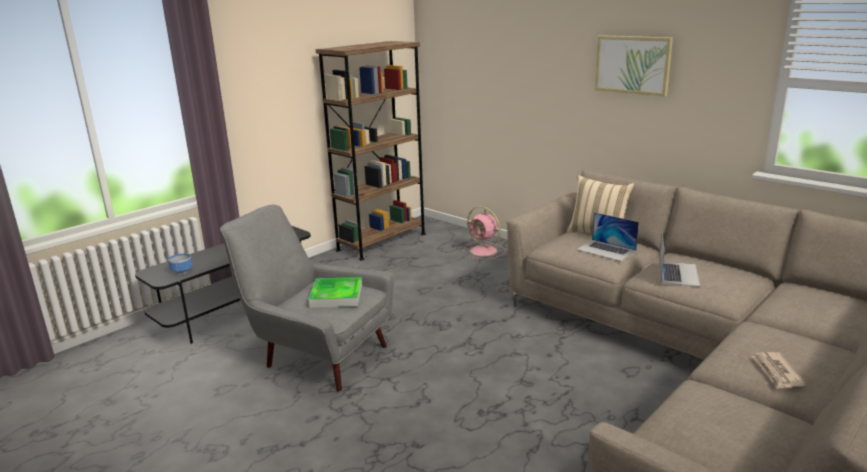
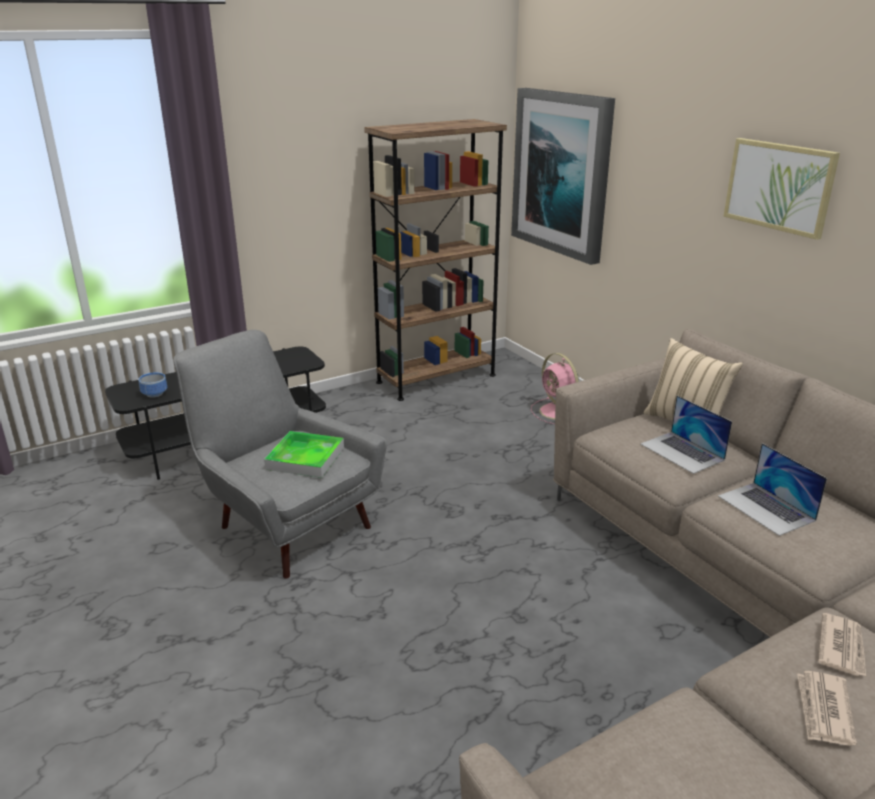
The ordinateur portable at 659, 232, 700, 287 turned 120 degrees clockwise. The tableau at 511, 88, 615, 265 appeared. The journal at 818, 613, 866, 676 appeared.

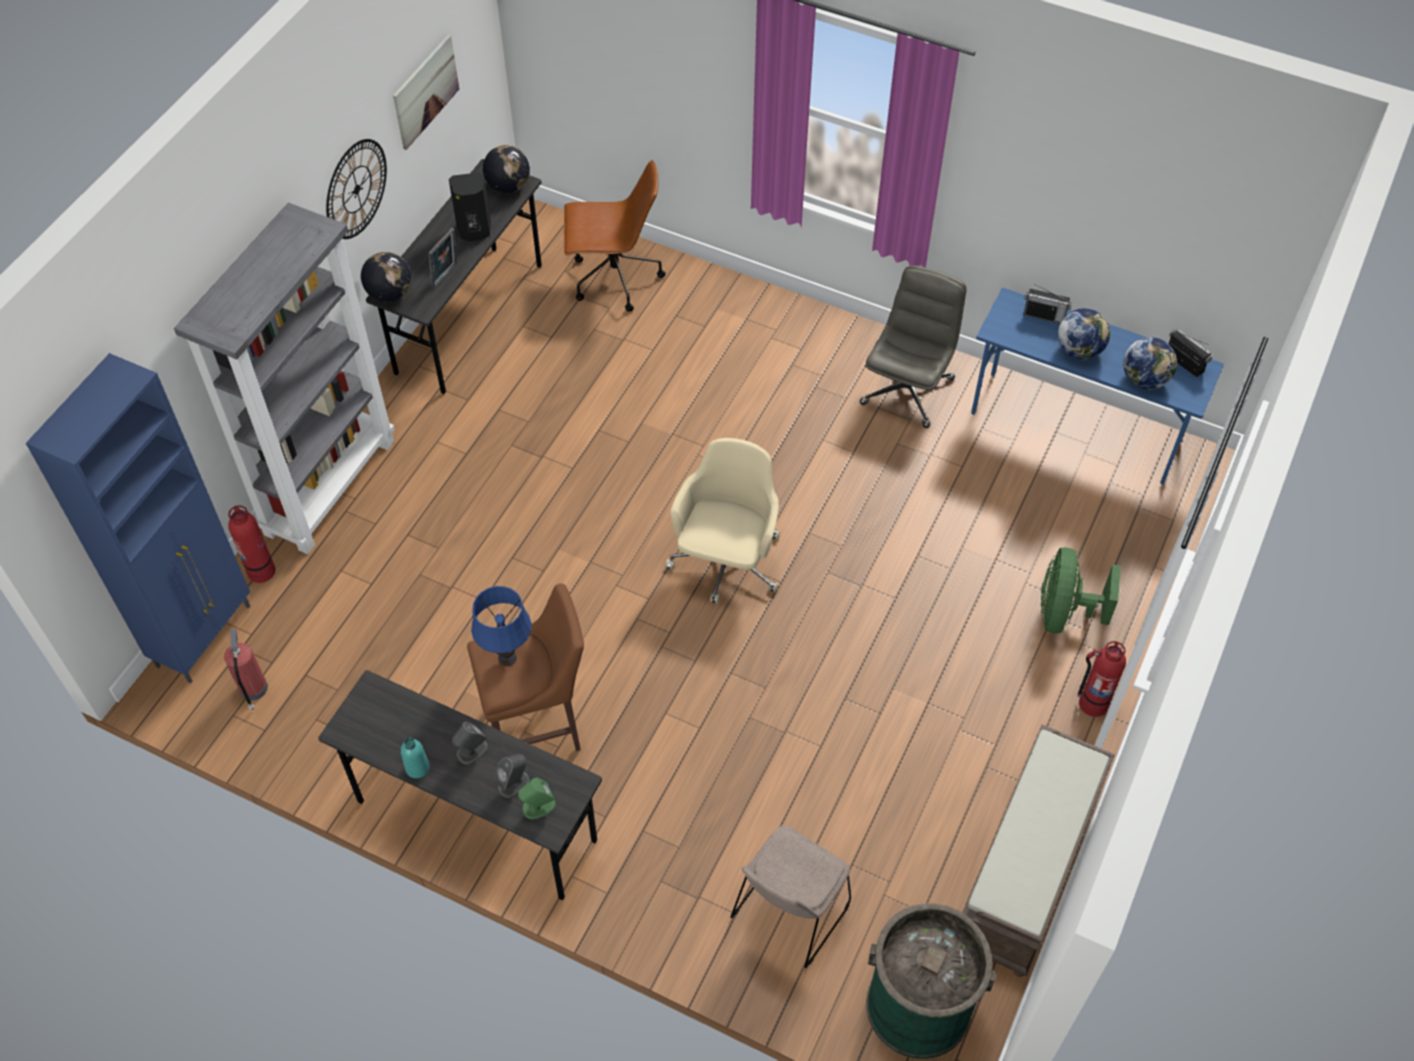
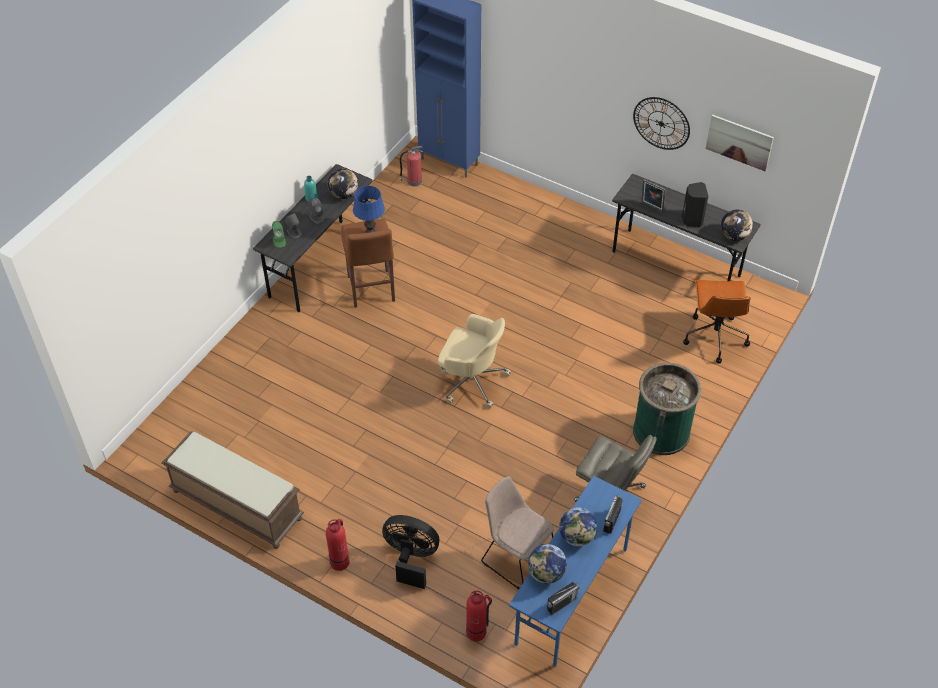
The bibliothèque (gris) at 174, 203, 395, 554 disappeared. The extincteur moved from 228, 506, 276, 583 to 466, 590, 492, 641. The globe moved from 361, 252, 411, 302 to 328, 169, 358, 199. The chaise (beige) moved from 730, 825, 851, 968 to 481, 476, 554, 590. The poubelle (vert) moved from 866, 903, 996, 1059 to 633, 363, 702, 455. The ventilateur (vert) at 1041, 548, 1121, 634 became the ventilateur (noir) at 382, 515, 439, 589.

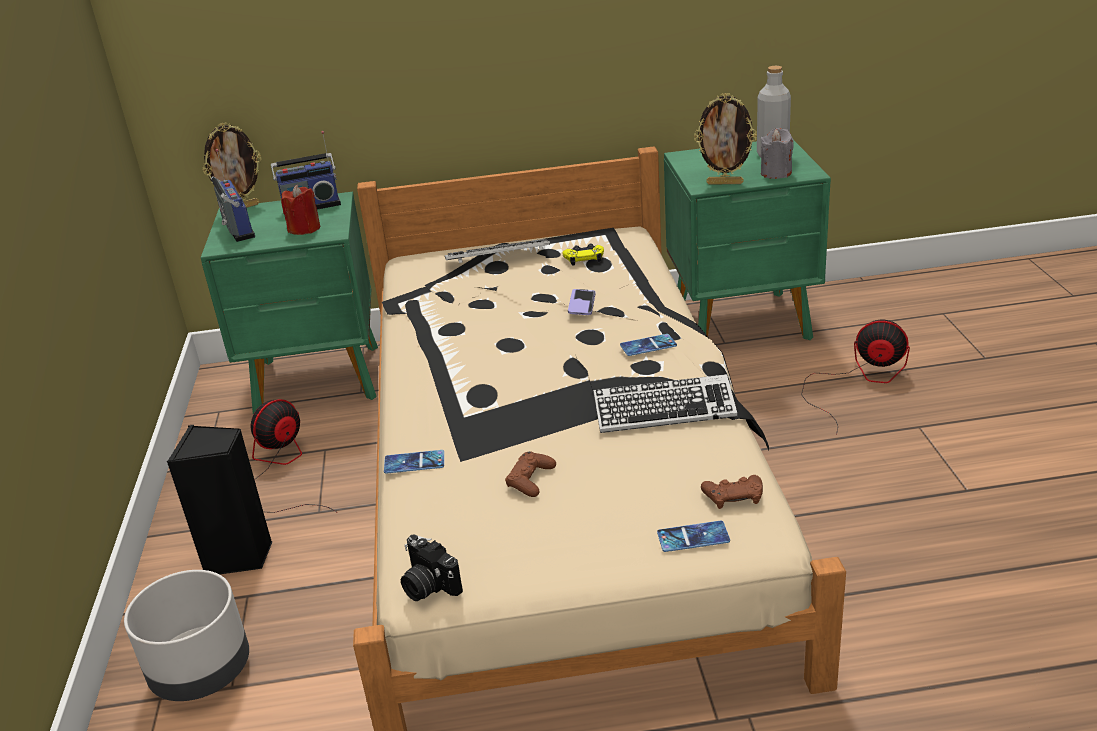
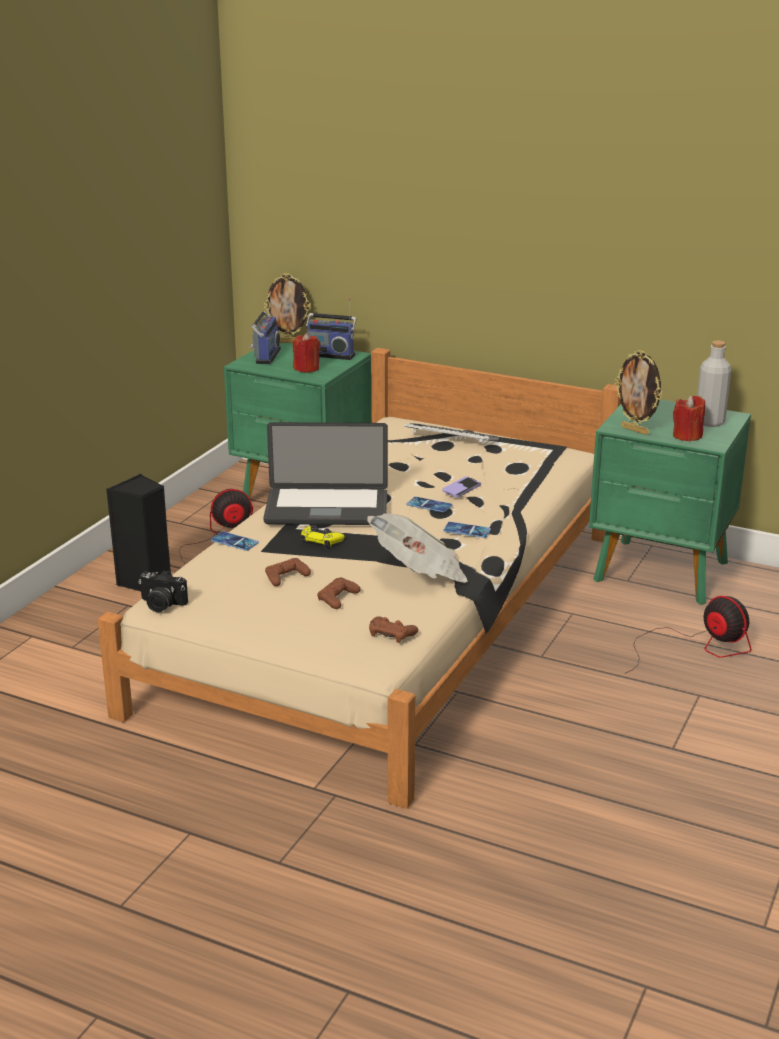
The cache-pot (gris) at 124, 570, 249, 701 disappeared. The appareil photo at 401, 534, 463, 601 turned 60 degrees counterclockwise. The manette (jaune) moved from 562, 243, 604, 266 to 301, 525, 345, 549. The clavier at 593, 374, 737, 433 was replaced by the journal at 367, 513, 468, 583. The téléphone moved from 657, 520, 730, 552 to 406, 497, 453, 513. The bougie (gris) at 761, 128, 794, 179 became the bougie (rouge) at 673, 396, 705, 442. The ordinateur portable at 263, 422, 388, 525 appeared. The manette (marron) at 317, 577, 360, 609 appeared.

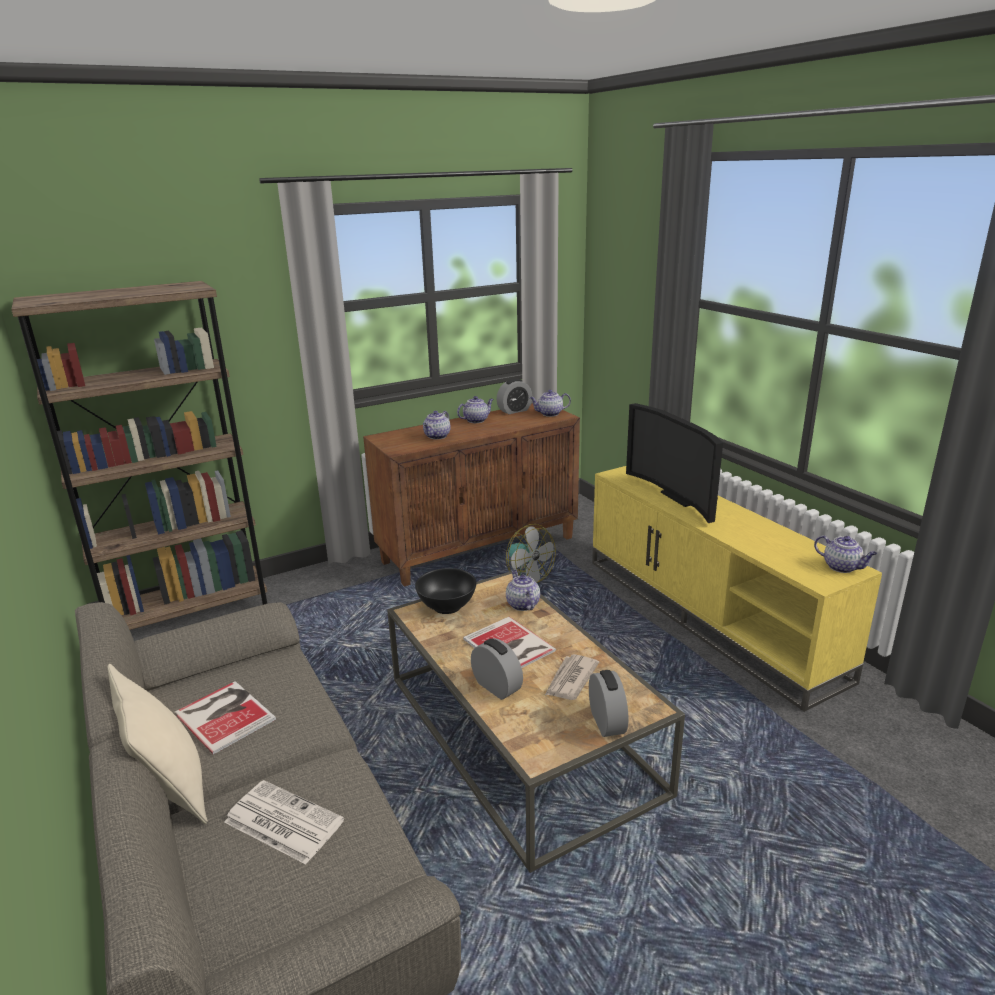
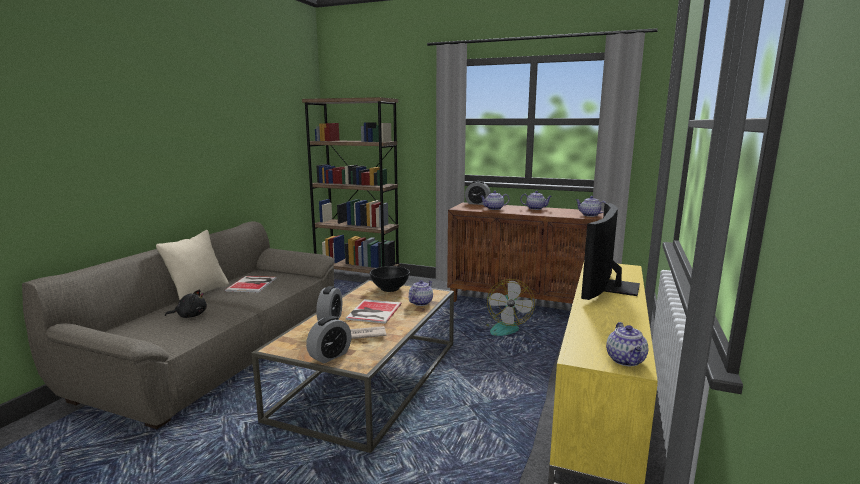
The journal at 224, 780, 344, 864 was replaced by the peluche (noir) at 165, 289, 207, 318. The réveil moved from 497, 379, 532, 414 to 465, 181, 491, 205.

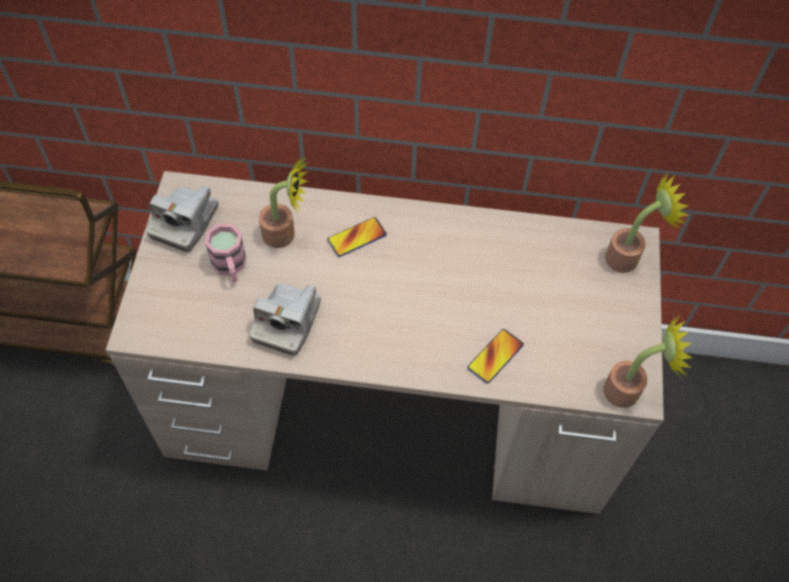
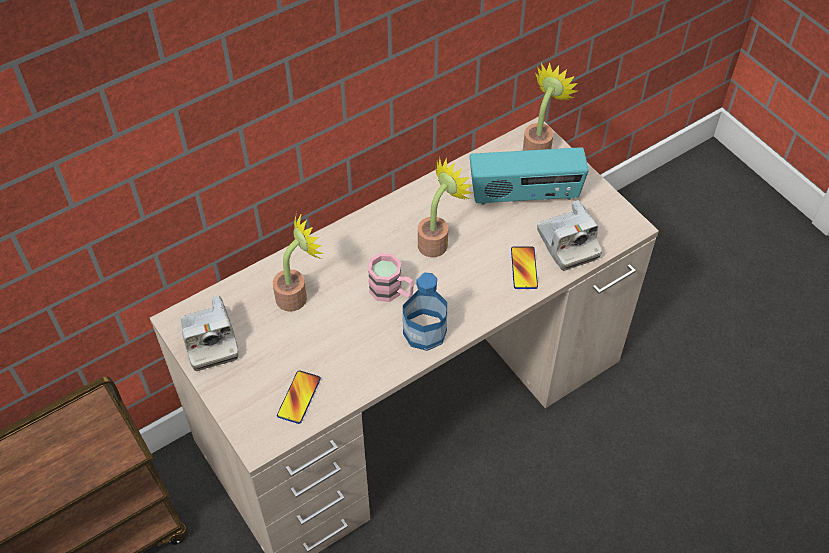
The mug (rose) moved from 205, 224, 247, 282 to 368, 253, 414, 302. The appareil photo moved from 250, 283, 321, 356 to 537, 200, 602, 271. The téléphone moved from 327, 217, 387, 257 to 277, 370, 321, 424. The plante en pot moved from 604, 314, 692, 408 to 418, 158, 473, 257. The bouteille at 403, 273, 447, 351 appeared. The radio at 470, 147, 589, 205 appeared.

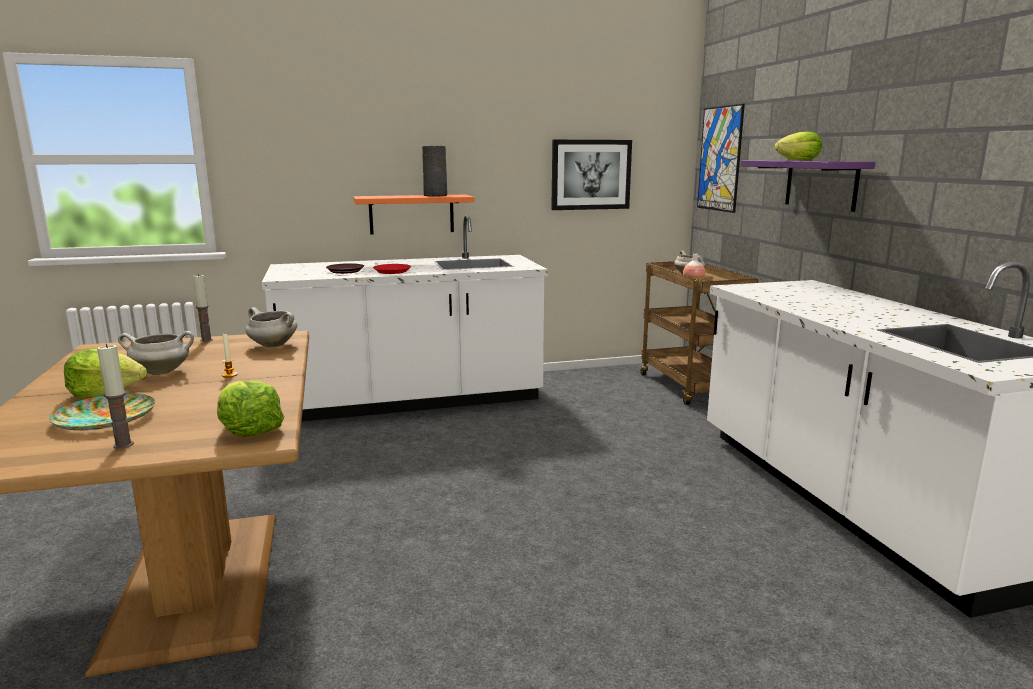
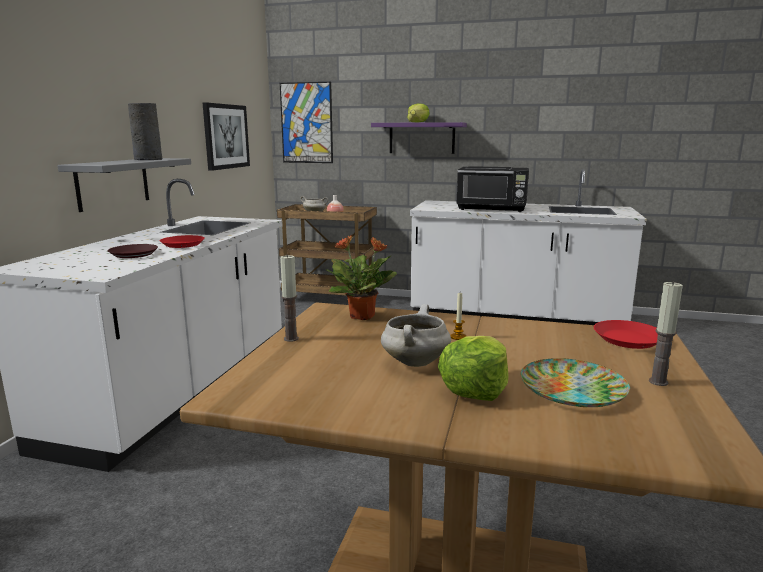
The laitue at 217, 381, 284, 437 was replaced by the assiette (rouge) at 594, 320, 658, 349. The marmite (blanc) at 245, 307, 297, 348 was replaced by the plante en pot at 326, 235, 397, 320. The étagère (orange) at 354, 195, 474, 235 became the étagère (gris) at 57, 158, 191, 212. The micro-ondes (noir) at 456, 166, 529, 212 appeared.

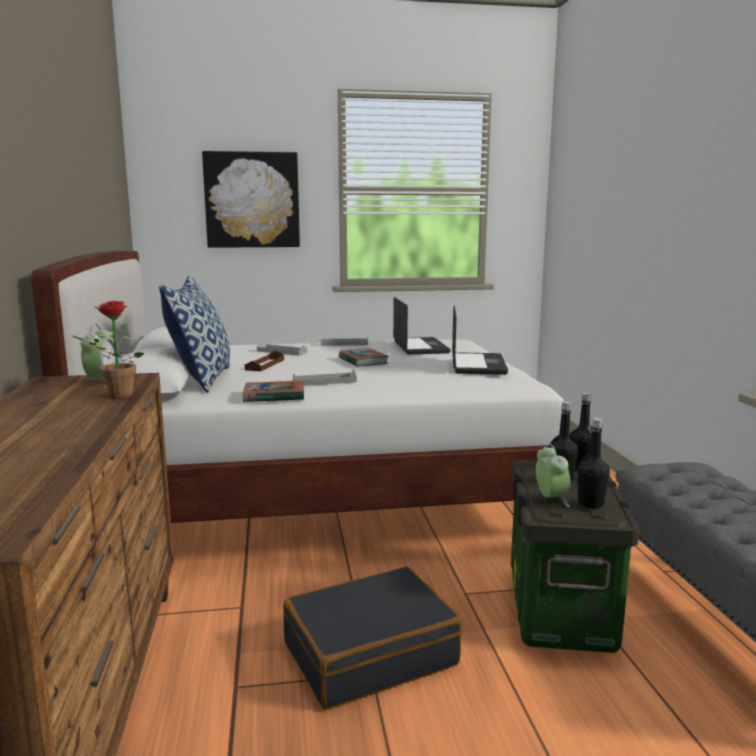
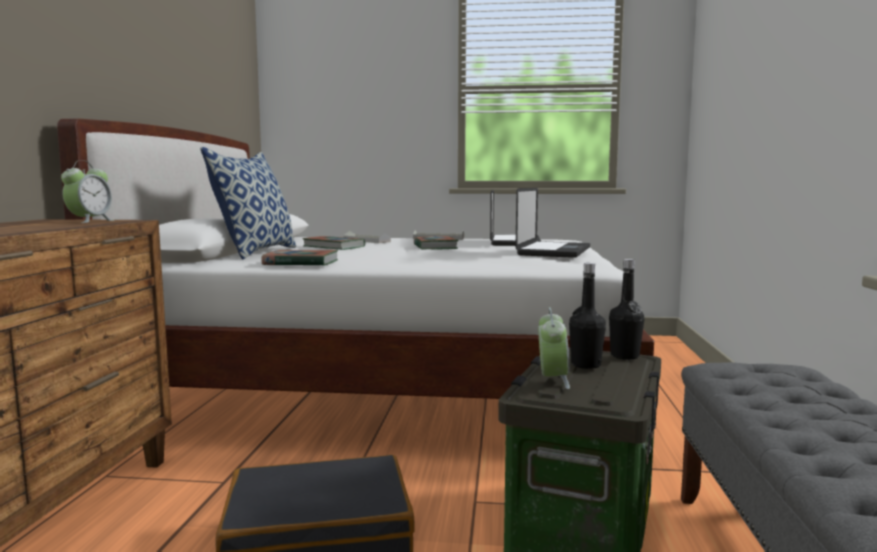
The plante en pot at 73, 301, 144, 399 disappeared. The tableau at 202, 151, 300, 248 disappeared. The plateau (marron) at 245, 351, 284, 371 was replaced by the livre at 302, 236, 365, 250. The plateau (gris) at 293, 370, 357, 386 disappeared. The bouteille (noir) at 577, 418, 610, 508 disappeared.

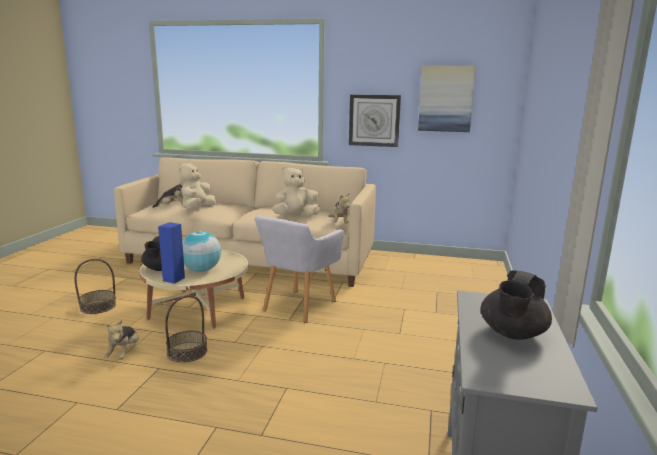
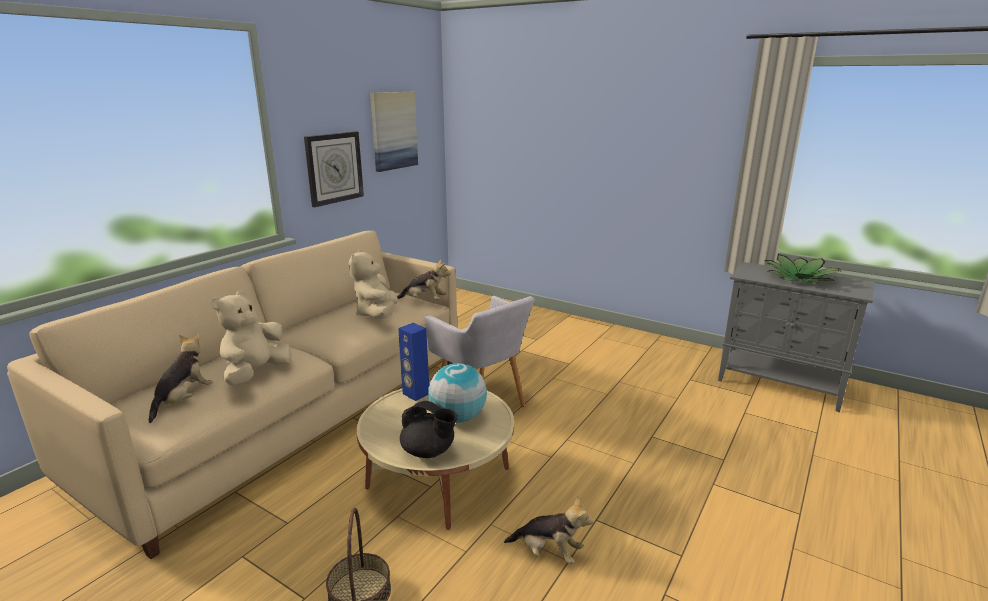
The enceinte (bleu) moved from 158, 222, 185, 284 to 398, 323, 429, 401. The panier at 165, 295, 208, 363 disappeared. The peluche (beige) at 178, 162, 216, 209 turned 75 degrees clockwise. The théière (noir) at 480, 270, 552, 340 was replaced by the plante en pot at 765, 254, 841, 284.

